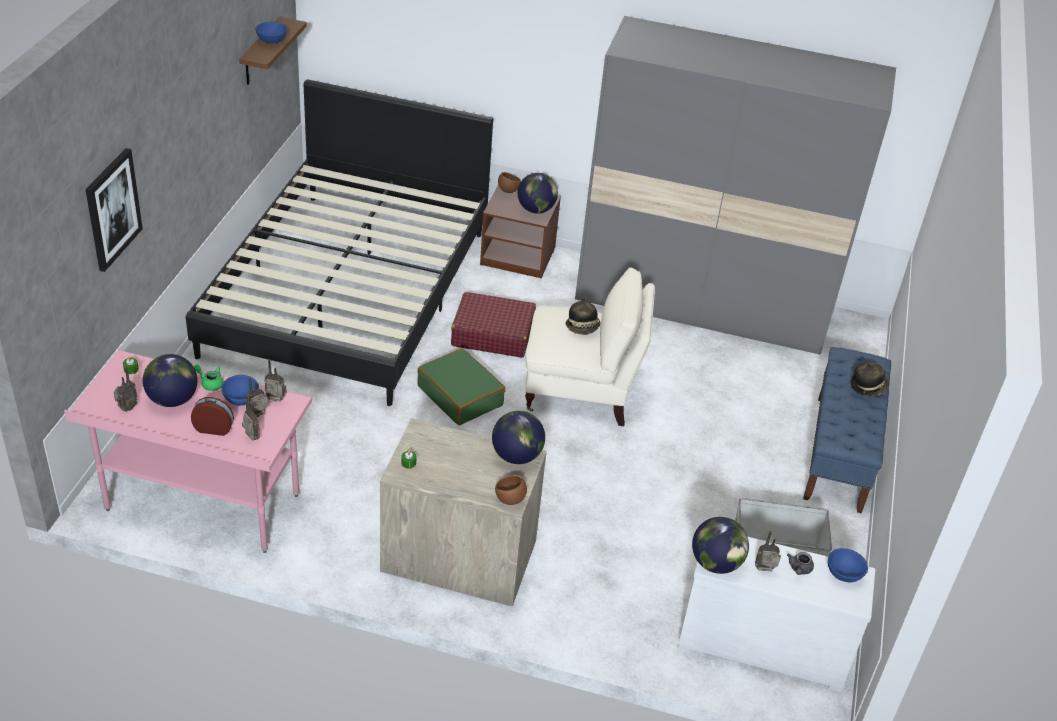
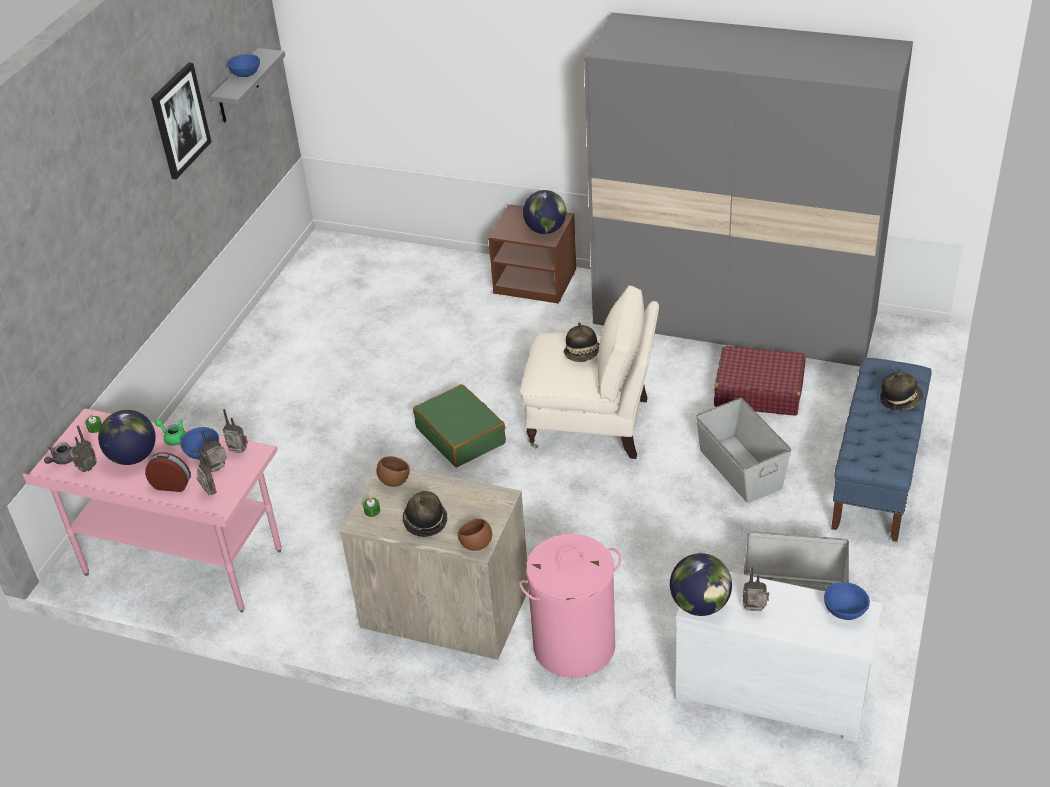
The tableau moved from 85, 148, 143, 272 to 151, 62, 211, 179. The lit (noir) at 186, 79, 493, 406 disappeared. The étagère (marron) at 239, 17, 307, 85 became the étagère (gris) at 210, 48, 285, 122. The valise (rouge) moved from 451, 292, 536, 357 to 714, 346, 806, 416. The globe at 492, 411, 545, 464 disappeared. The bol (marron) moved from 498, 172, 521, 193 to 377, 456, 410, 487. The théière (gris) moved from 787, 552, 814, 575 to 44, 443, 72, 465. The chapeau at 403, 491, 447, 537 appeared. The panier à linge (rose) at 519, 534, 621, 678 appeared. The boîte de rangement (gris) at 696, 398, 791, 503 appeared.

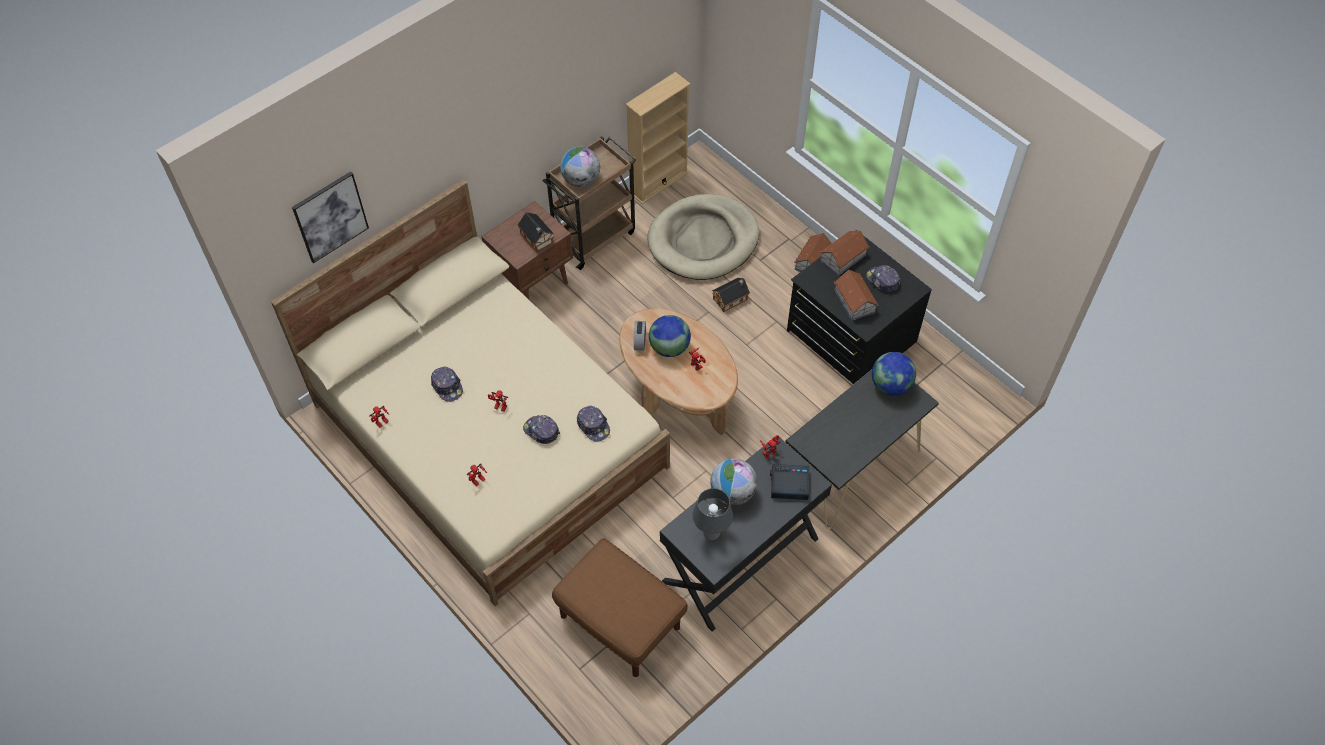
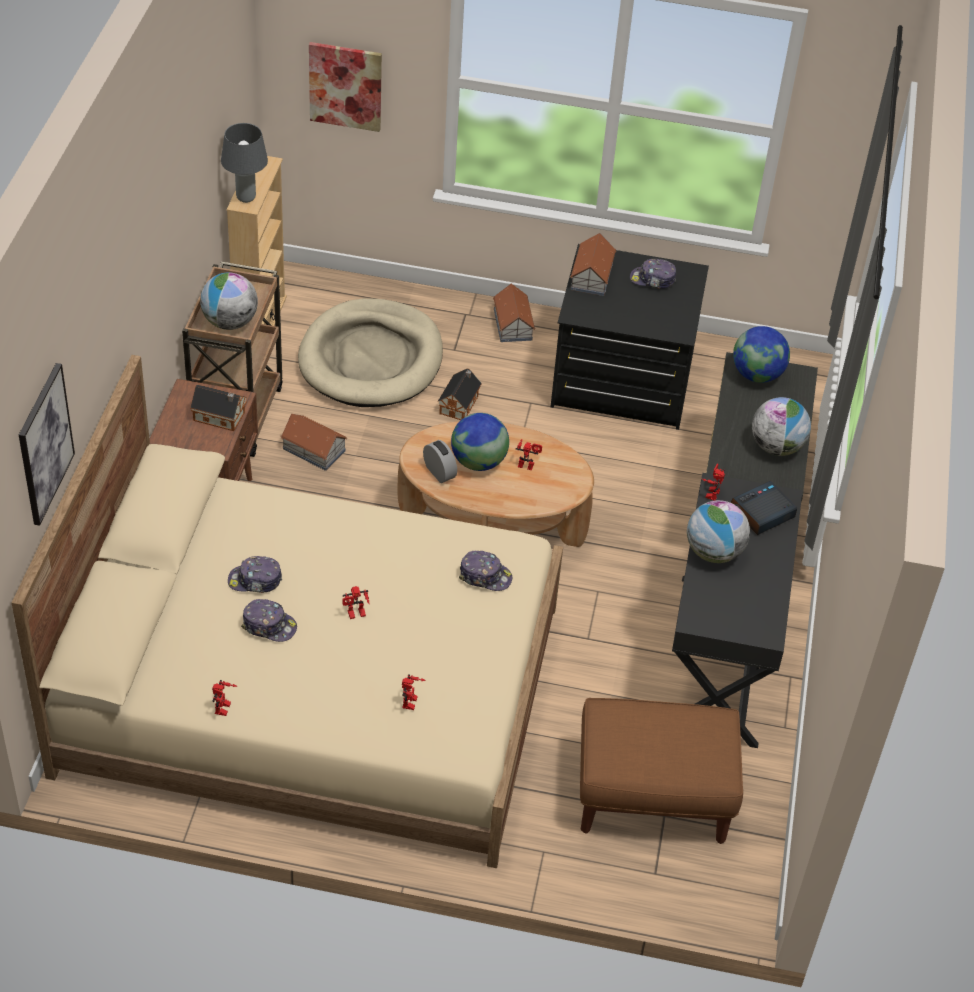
The casquette moved from 523, 415, 560, 444 to 228, 556, 282, 593. The lampe de table (gris) moved from 693, 488, 733, 540 to 221, 123, 268, 203. The maison miniature moved from 834, 270, 878, 321 to 280, 414, 348, 471. The tableau at 309, 42, 382, 132 appeared. The globe at 752, 397, 811, 456 appeared.

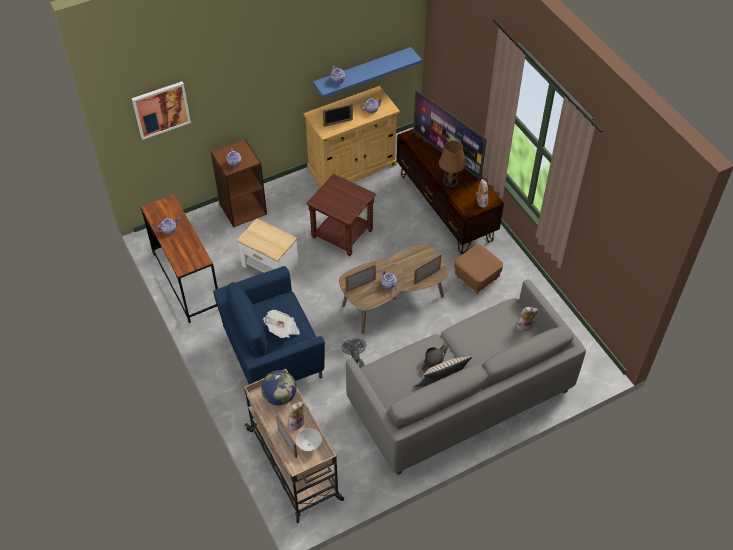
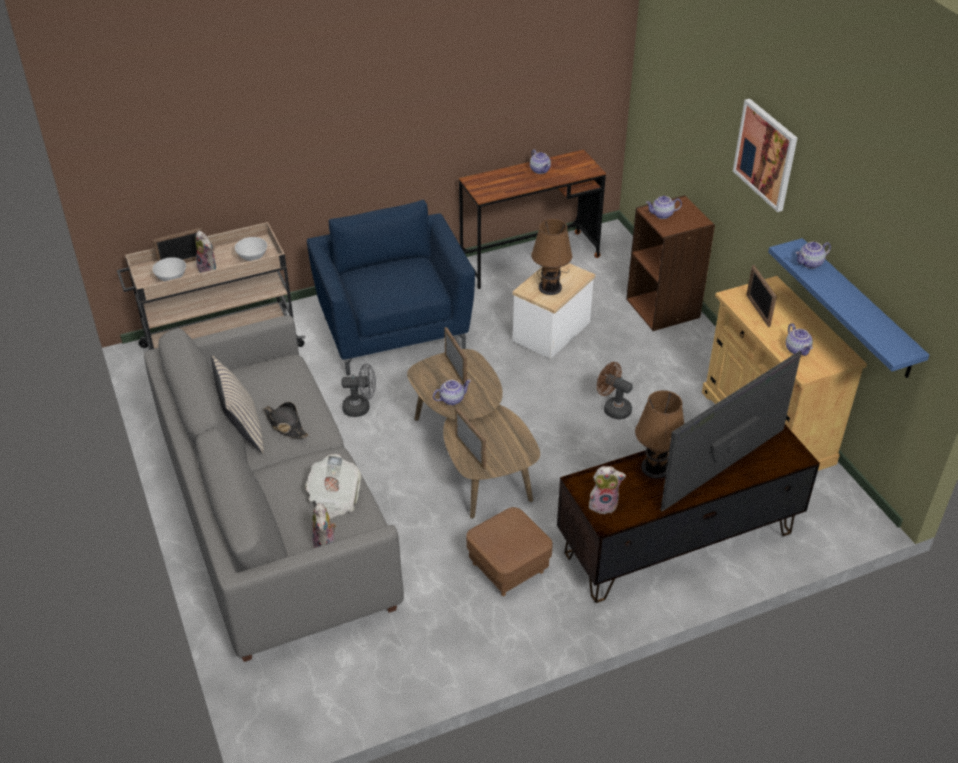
The tableau moved from 132, 81, 191, 140 to 733, 99, 797, 212. The globe at 261, 370, 296, 406 was replaced by the bol (blanc) at 235, 237, 267, 261. The journal moved from 263, 310, 300, 338 to 305, 454, 362, 519. The table d'appoint (marron) at 306, 174, 376, 256 was replaced by the ventilateur (marron) at 597, 362, 633, 420. The lampe de table (marron) at 531, 219, 572, 295 appeared.

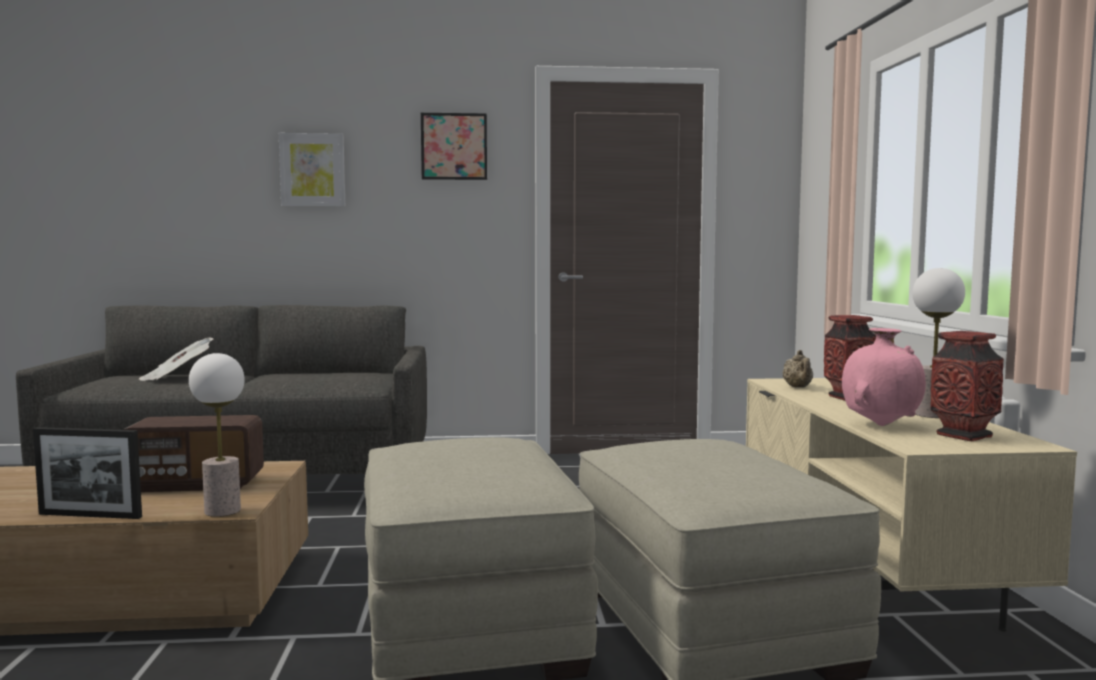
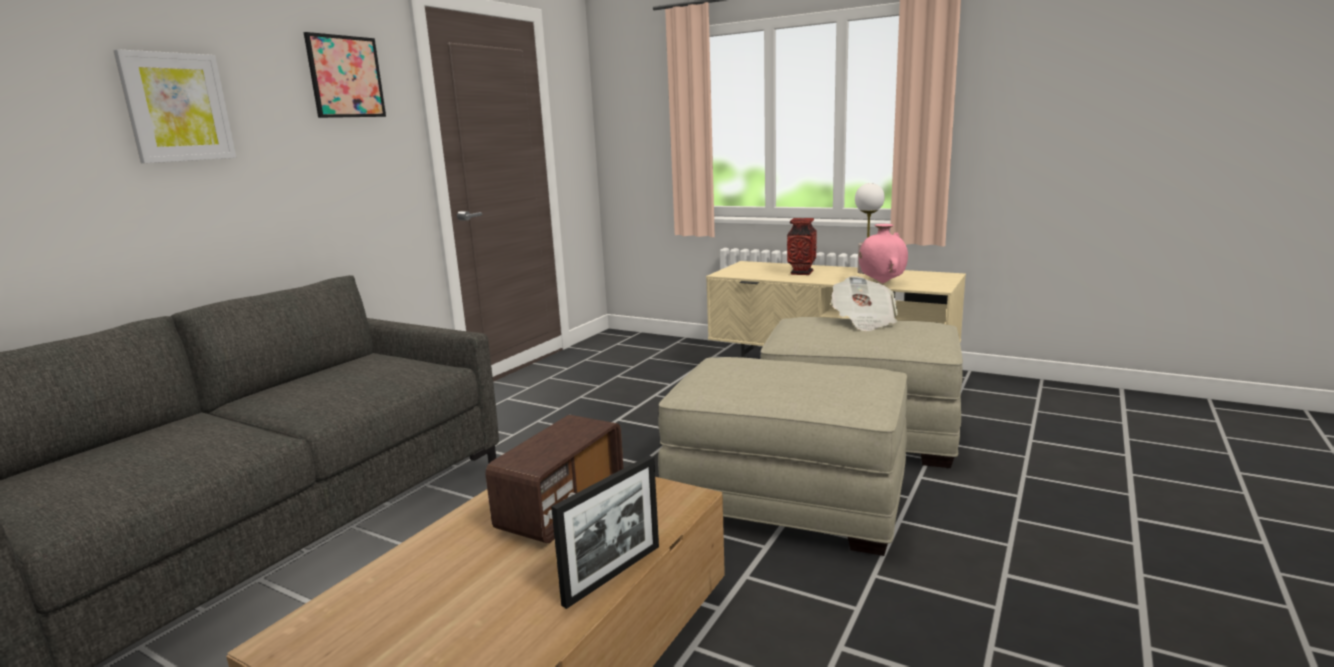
The journal moved from 139, 337, 214, 381 to 831, 276, 898, 331. The lampe de table at 189, 353, 245, 517 disappeared. The théière (beige) at 782, 350, 813, 388 disappeared. The vase at 931, 331, 1004, 441 disappeared.

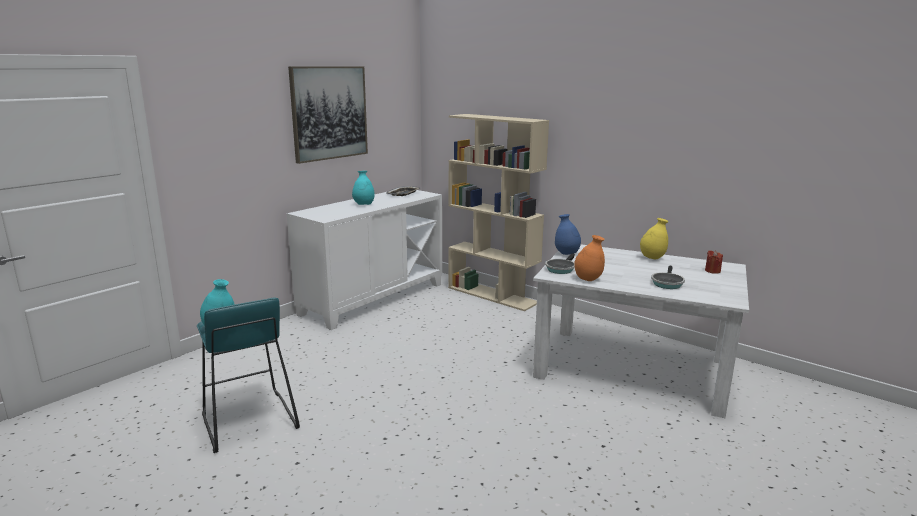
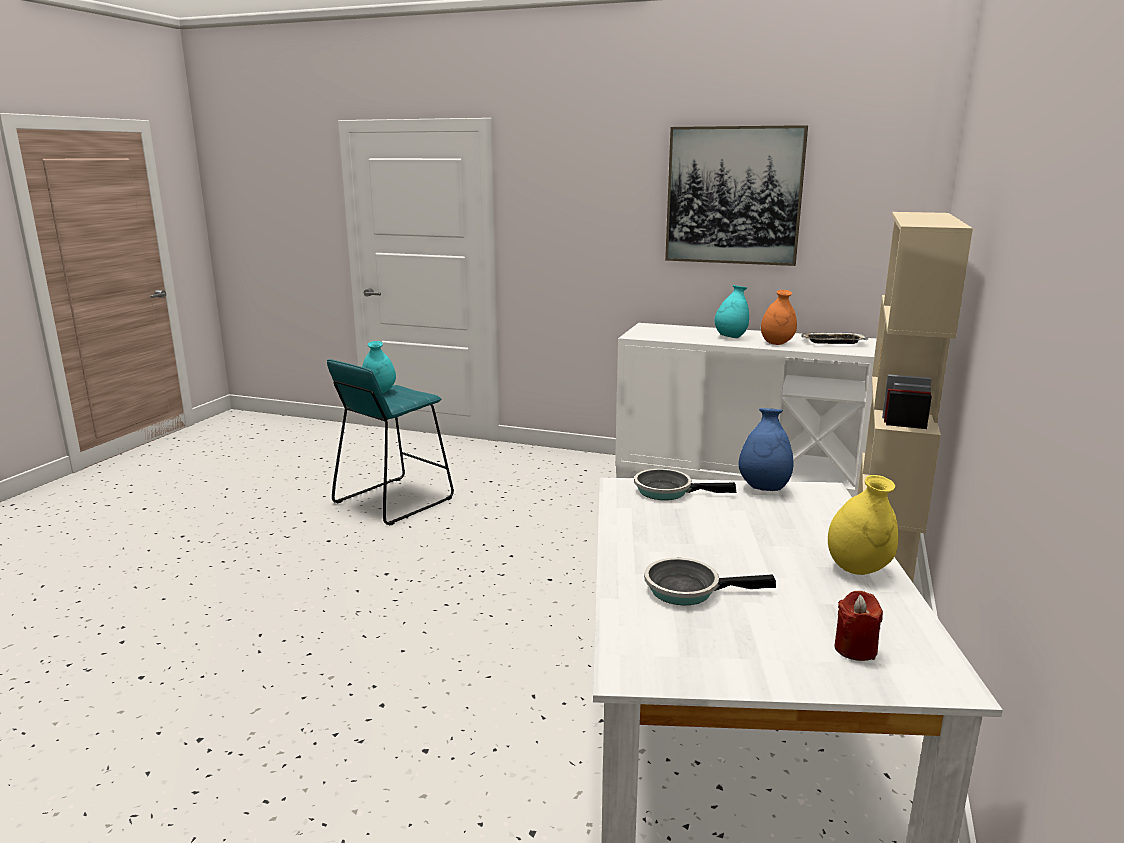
The vase (orange) moved from 574, 235, 605, 281 to 761, 290, 797, 345.

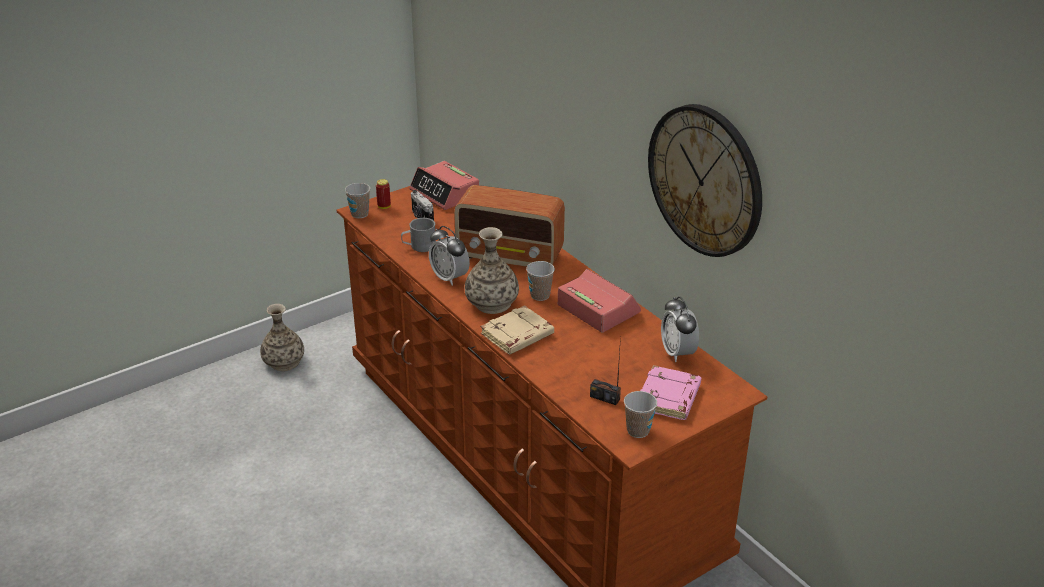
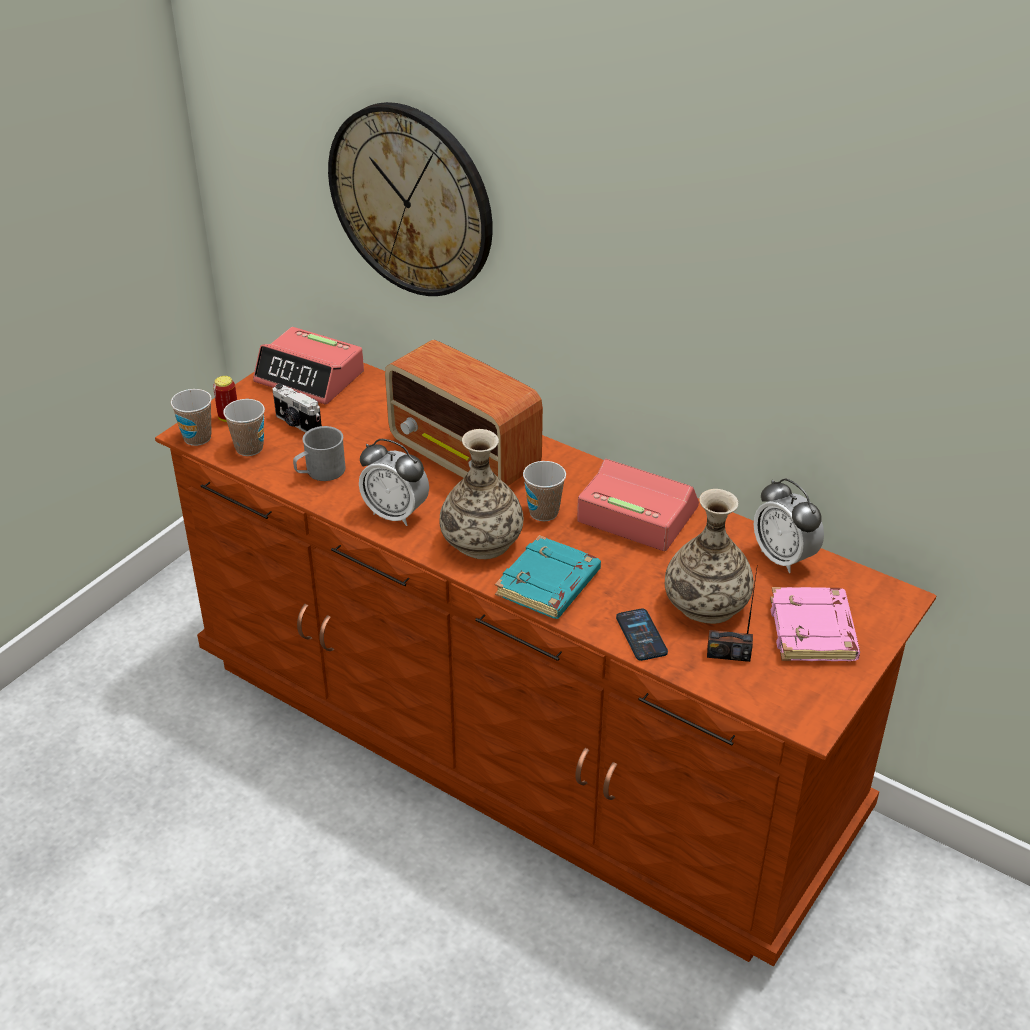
The vase moved from 260, 304, 304, 371 to 665, 489, 754, 624. The radio at 454, 185, 565, 267 turned 45 degrees clockwise. The livre (beige) at 481, 305, 554, 354 became the livre (turquoise) at 495, 535, 601, 619. The tasse moved from 624, 391, 657, 438 to 223, 399, 265, 456. The horloge murale moved from 648, 104, 762, 257 to 328, 102, 493, 296. The téléphone at 616, 608, 668, 661 appeared.

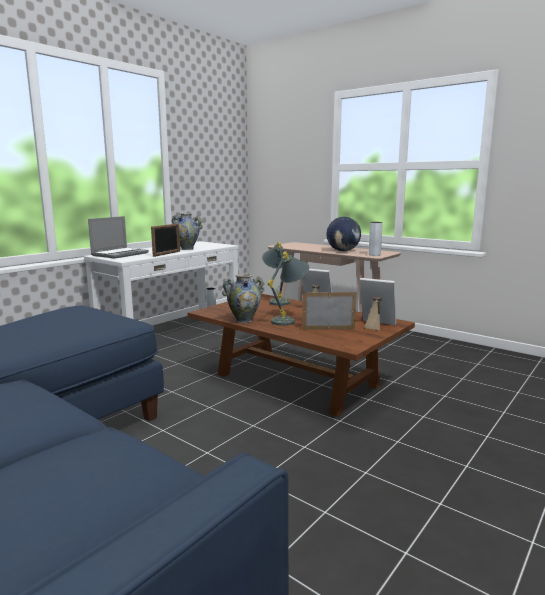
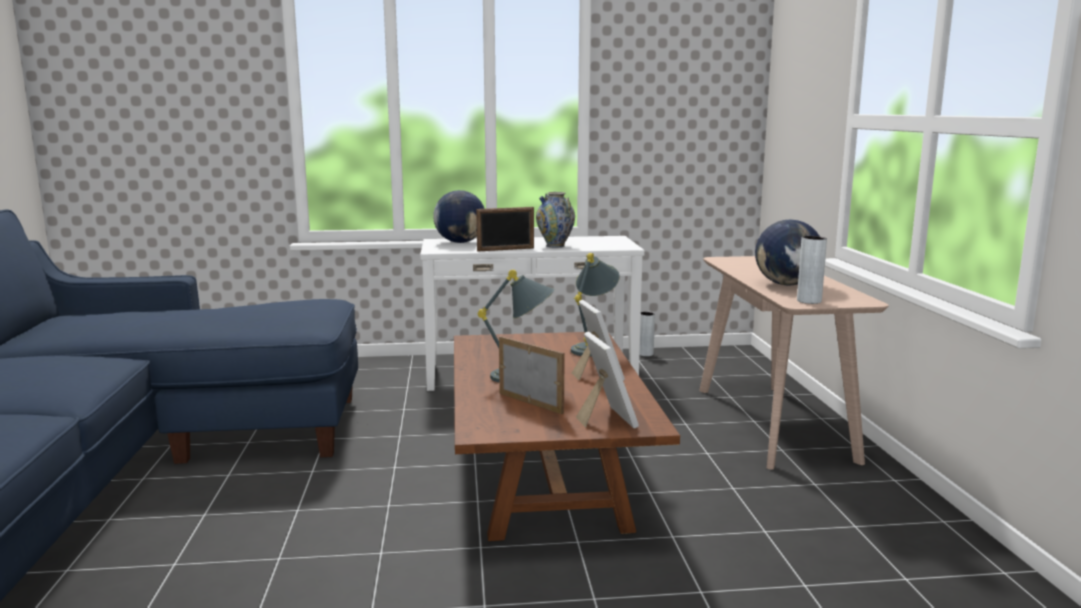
The ordinateur portable at 88, 216, 149, 259 was replaced by the globe at 433, 190, 485, 243. The vase at 222, 274, 264, 323 disappeared.

